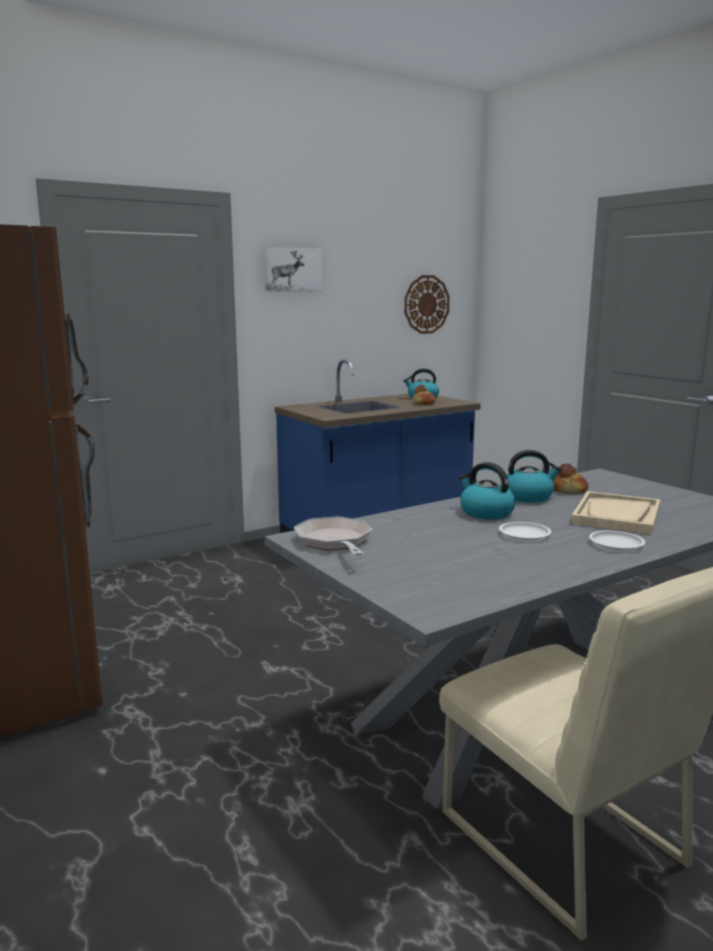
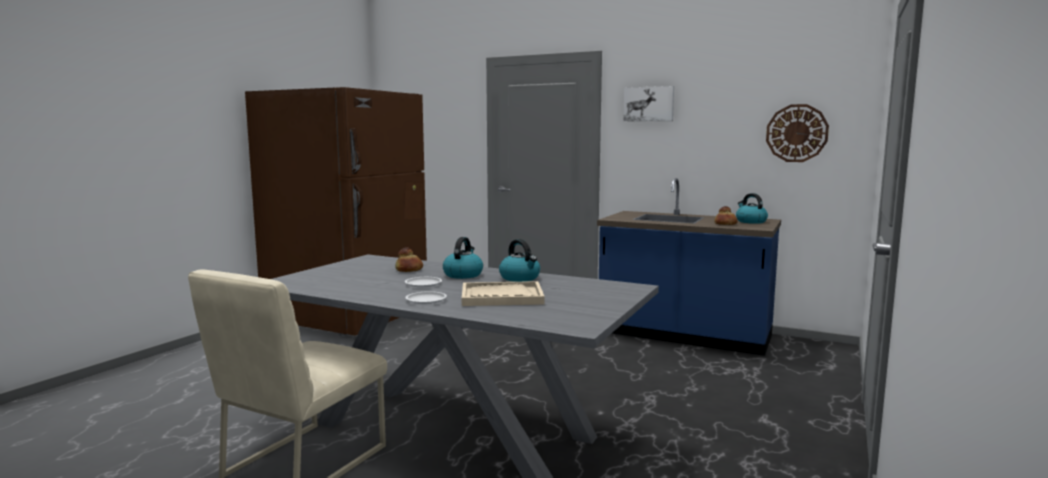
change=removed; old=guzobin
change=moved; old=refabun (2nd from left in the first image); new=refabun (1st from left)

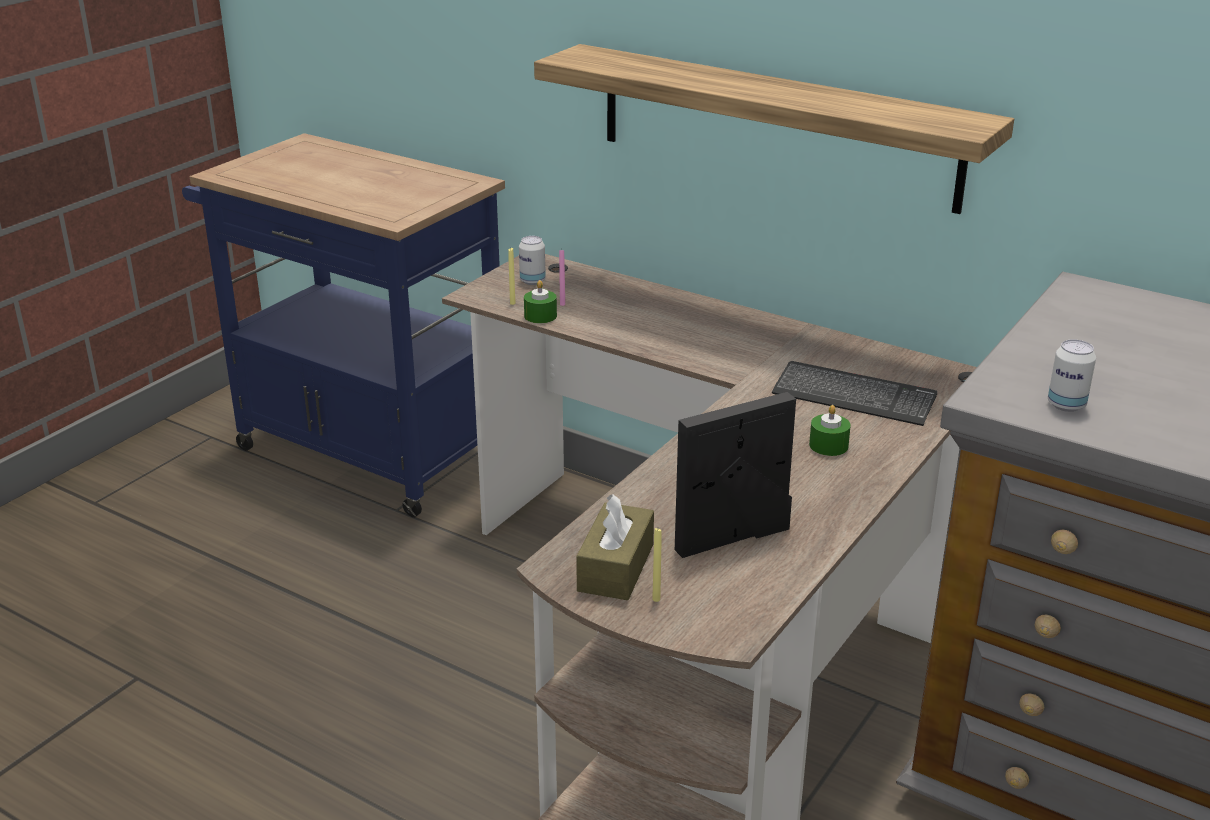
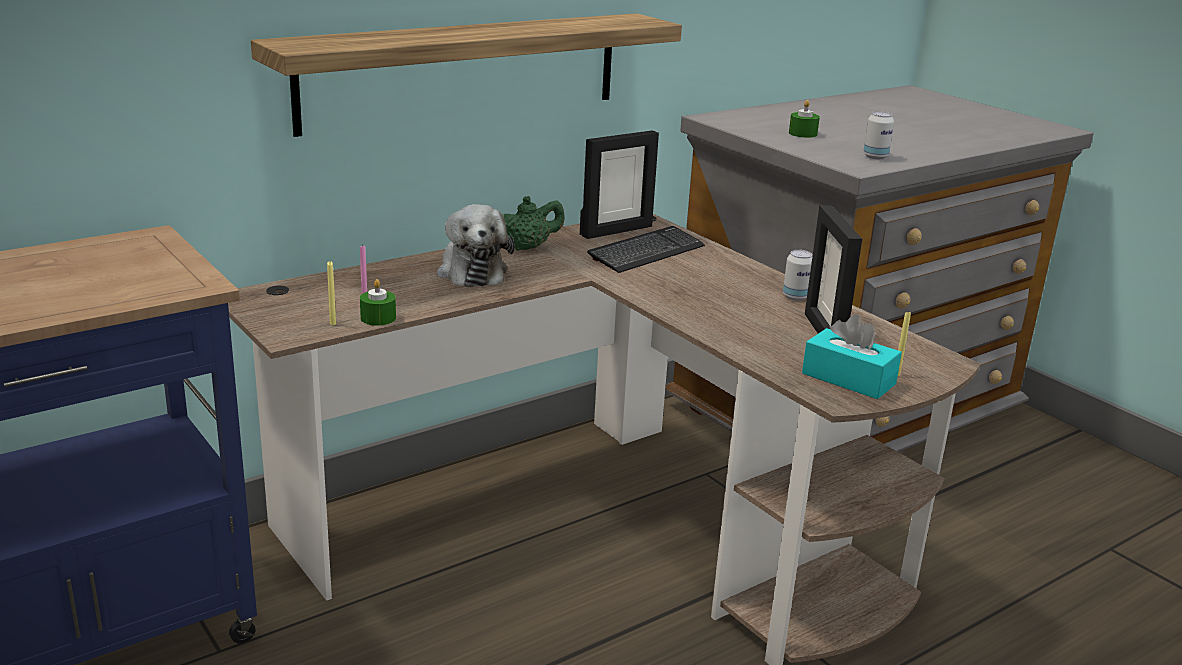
change=added; new=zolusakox
change=added; new=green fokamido
change=added; new=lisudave (1st from left)
change=moved; old=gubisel (1st from left)
change=moved; old=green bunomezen (2nd from left)
change=recoloured; old=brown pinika; new=turquoise pinika

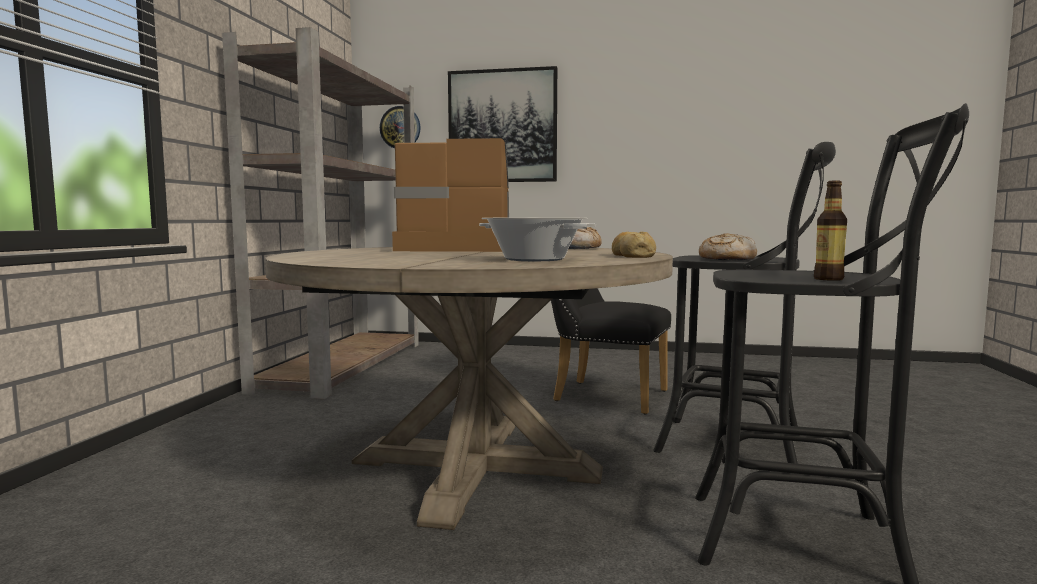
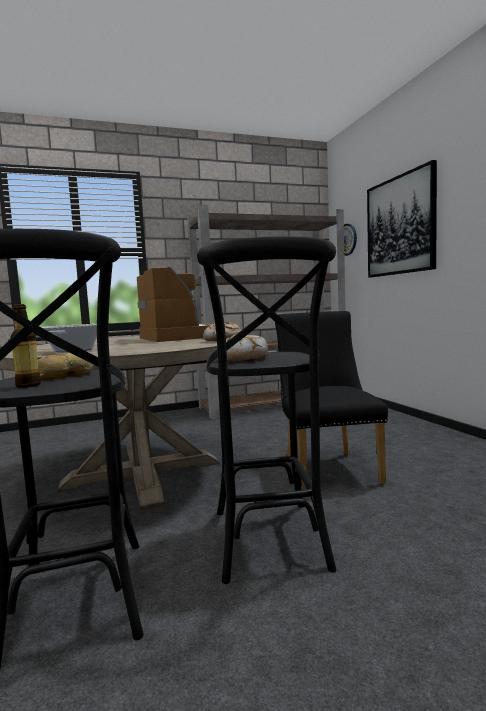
change=moved; old=refabun (2nd from left in the first image); new=refabun (1st from left)

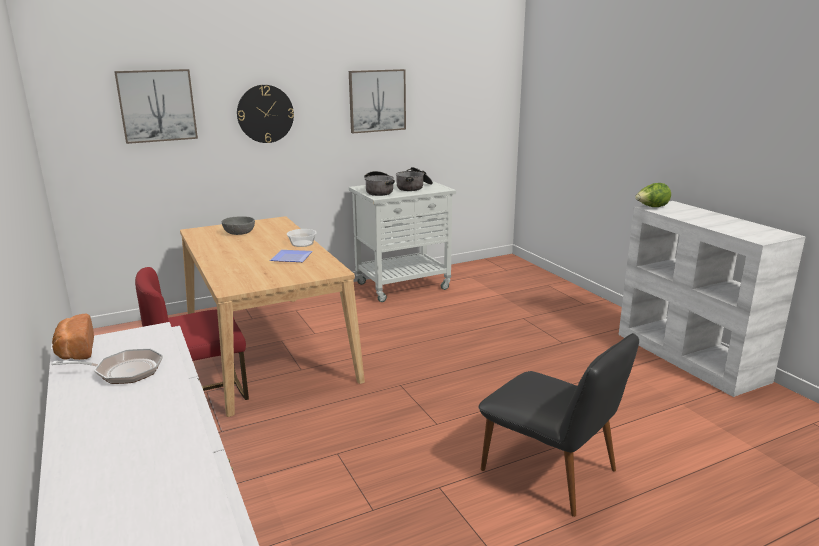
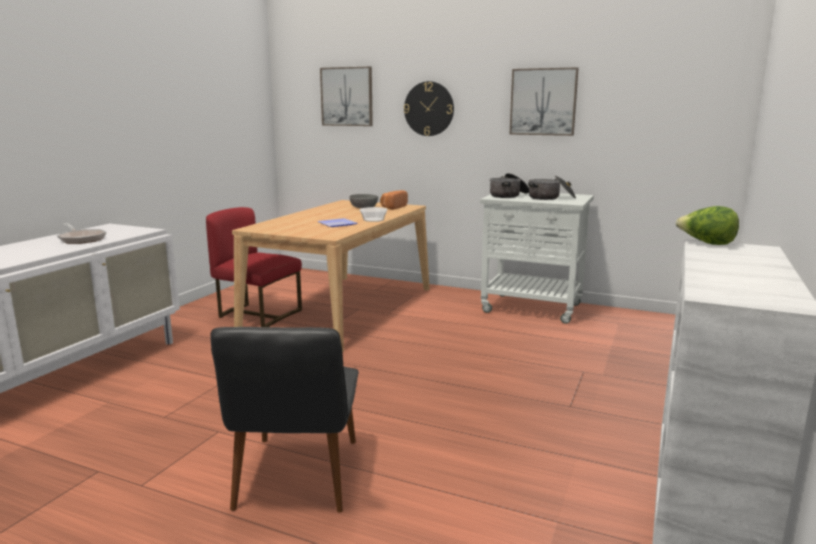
change=moved; old=refabun

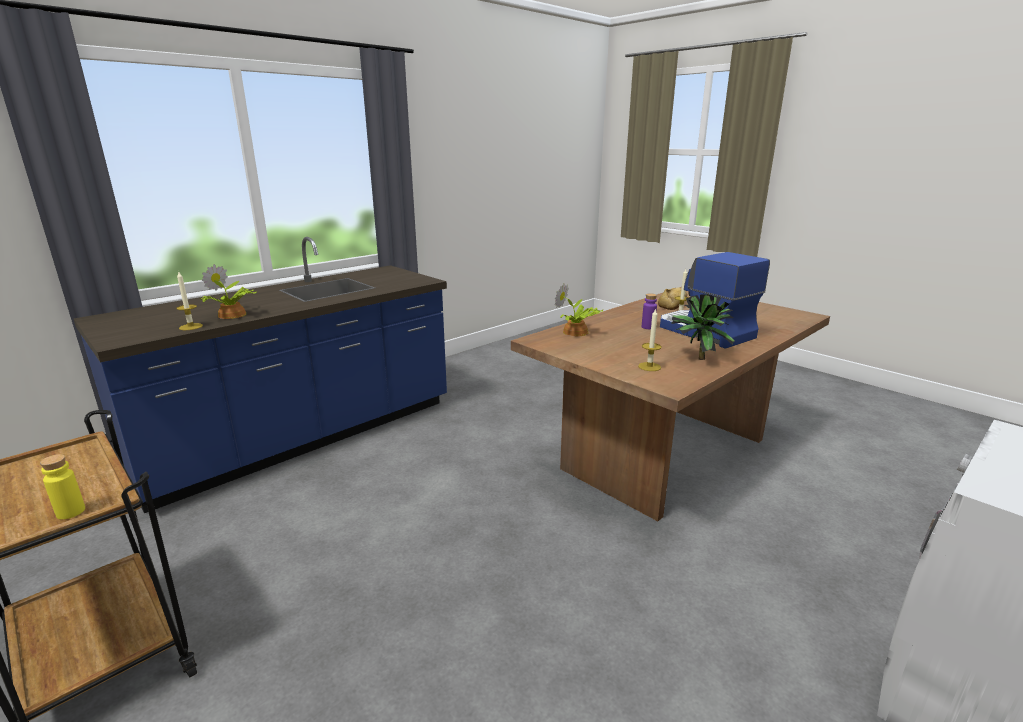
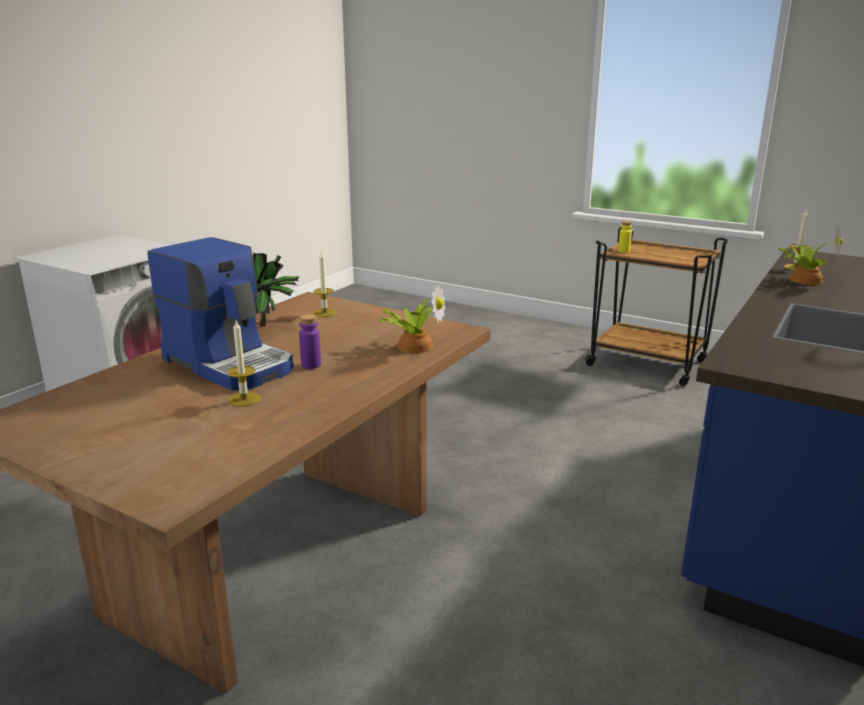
change=removed; old=refabun

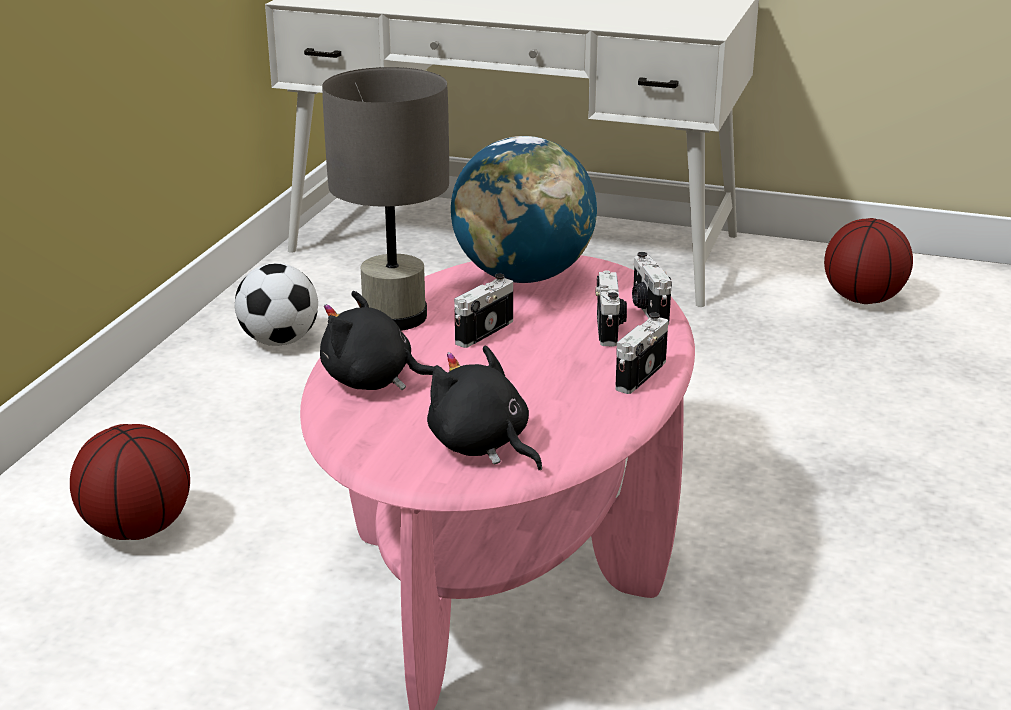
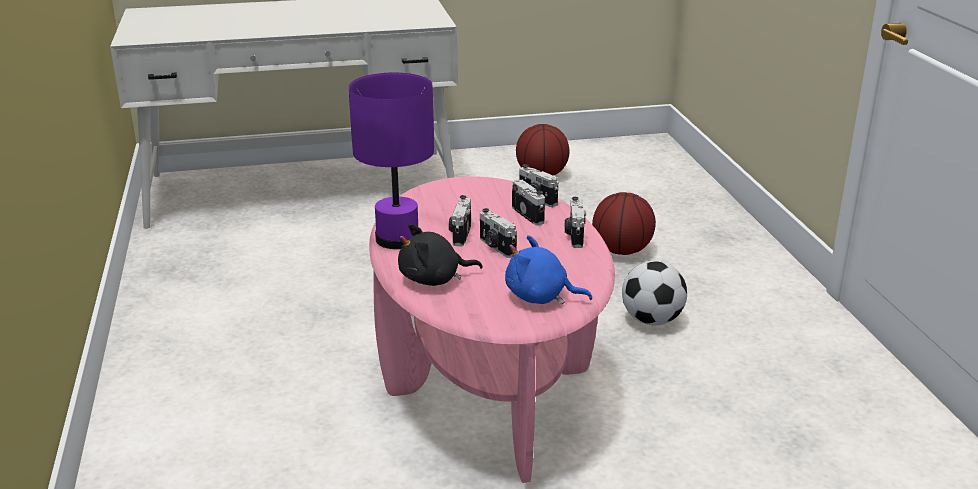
change=removed; old=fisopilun
change=added; new=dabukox (2nd from left)
change=moved; old=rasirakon (1st from left in the first image); new=rasirakon (2nd from left)
change=moved; old=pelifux
change=recoloured; old=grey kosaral; new=purple kosaral
change=recoloured; old=black zolusakox (2nd from left); new=blue zolusakox

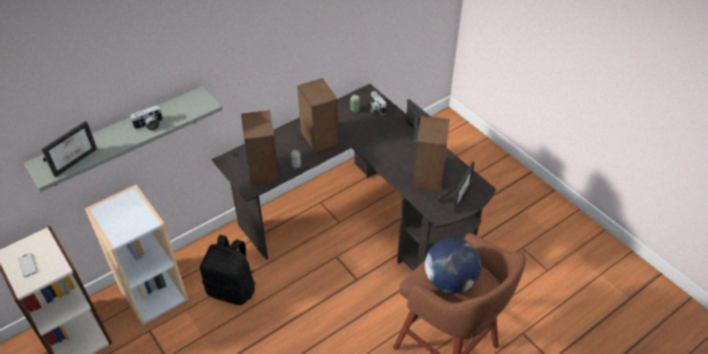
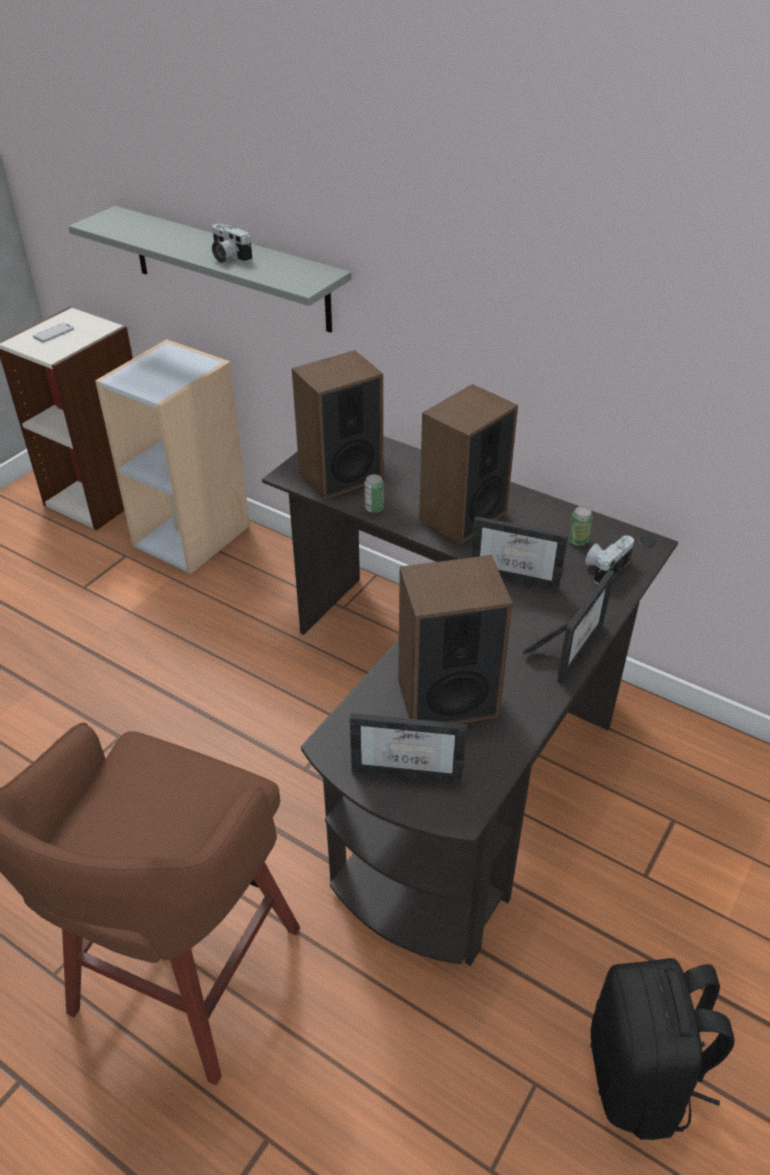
change=removed; old=fisopilun
change=moved; old=lisudave (1st from left in the first image); new=lisudave (2nd from left)
change=moved; old=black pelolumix

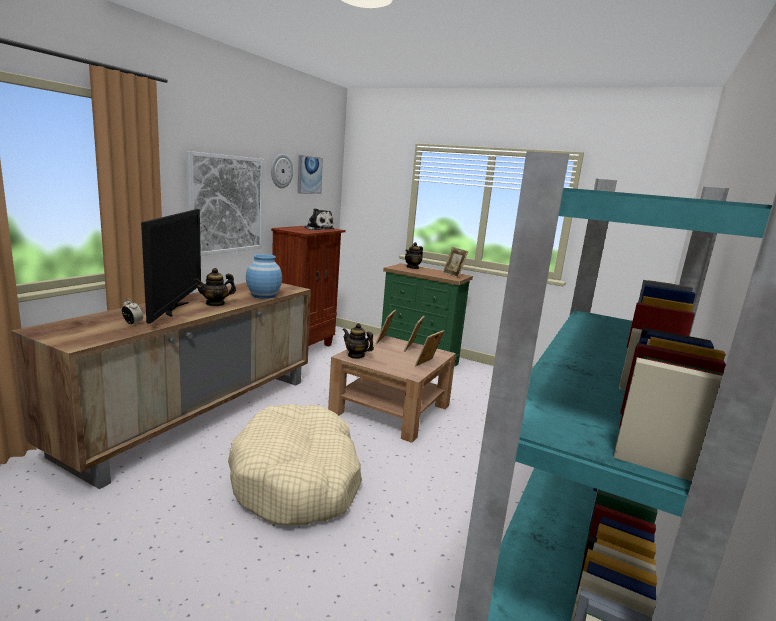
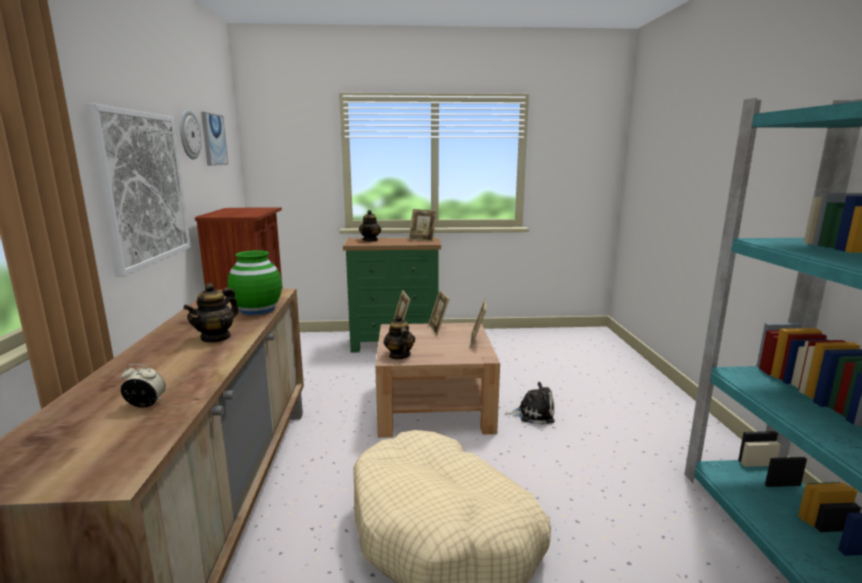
change=removed; old=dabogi
change=moved; old=zolusakox
change=recoloured; old=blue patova; new=green patova
change=turned; old=fokamido (2nd from left in the first image); degrees=75

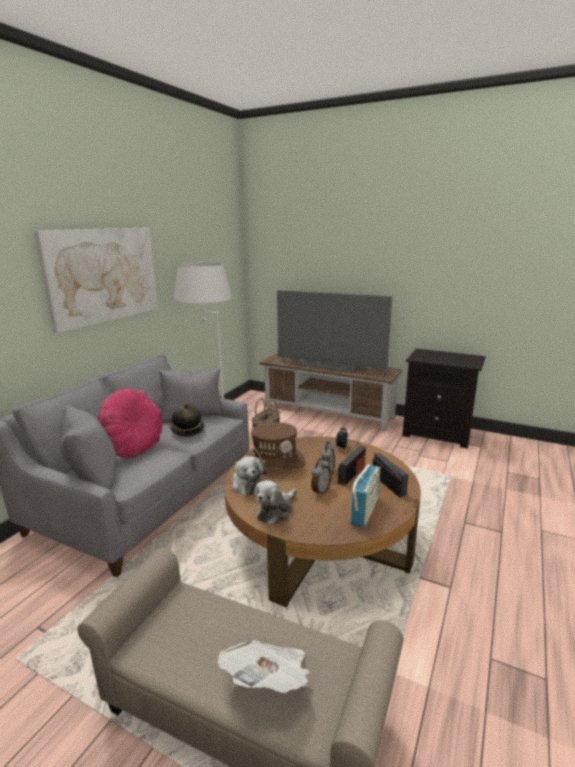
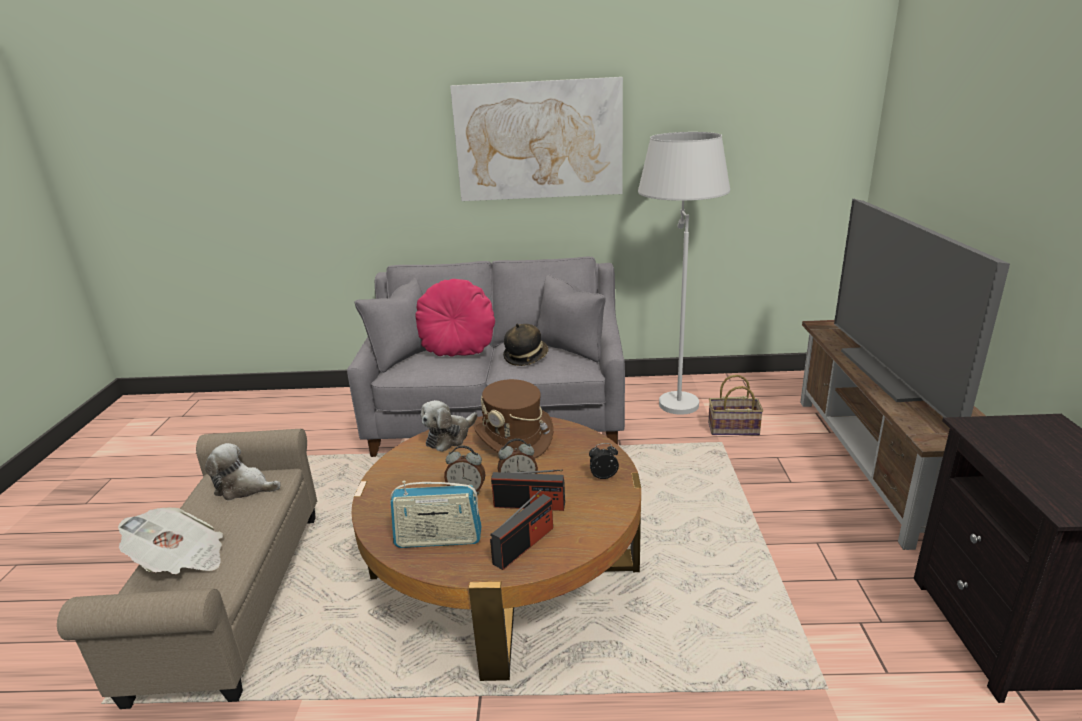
change=moved; old=zolusakox (2nd from left in the first image); new=zolusakox (1st from left)

